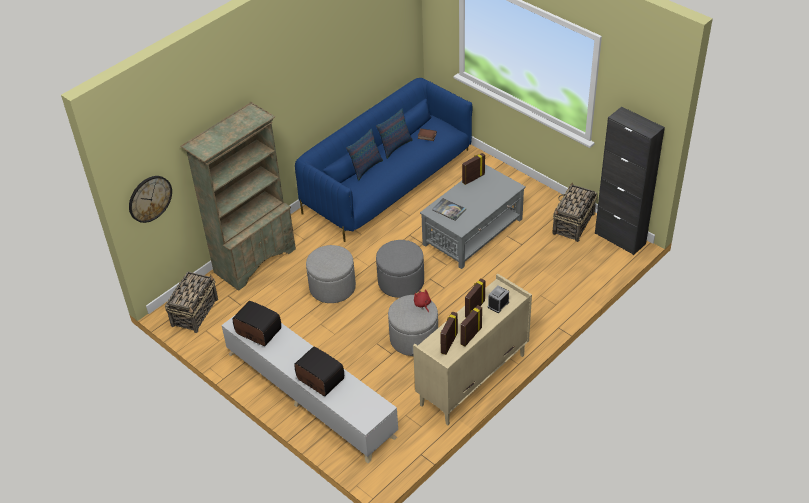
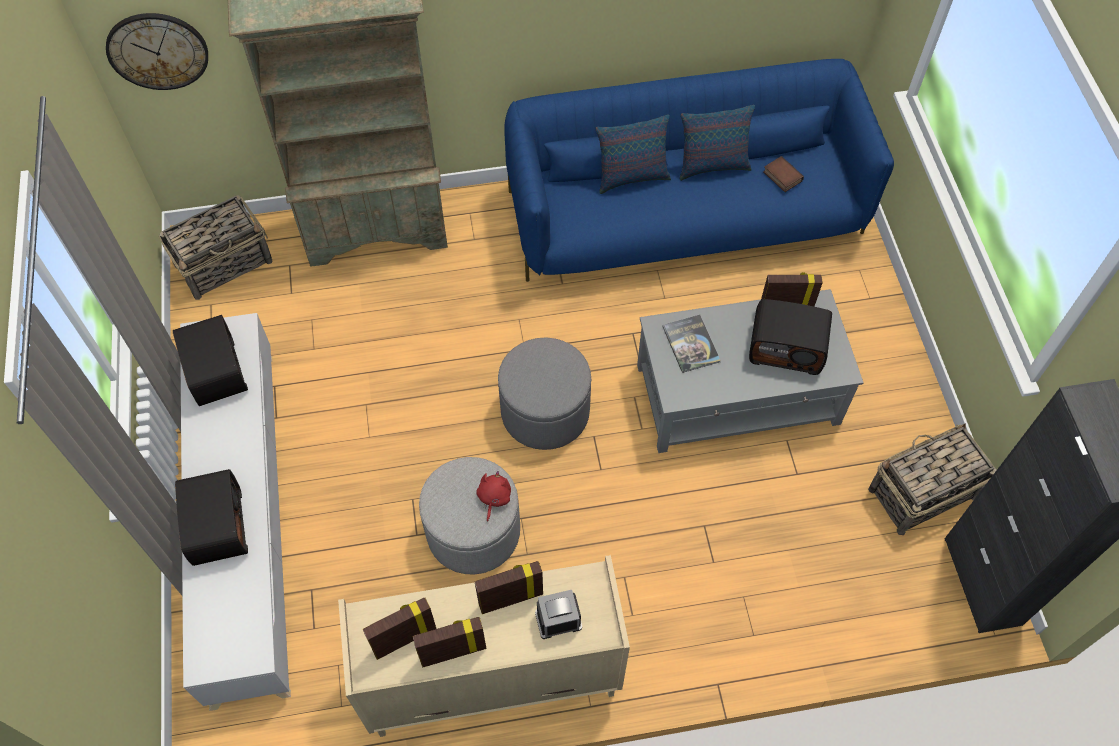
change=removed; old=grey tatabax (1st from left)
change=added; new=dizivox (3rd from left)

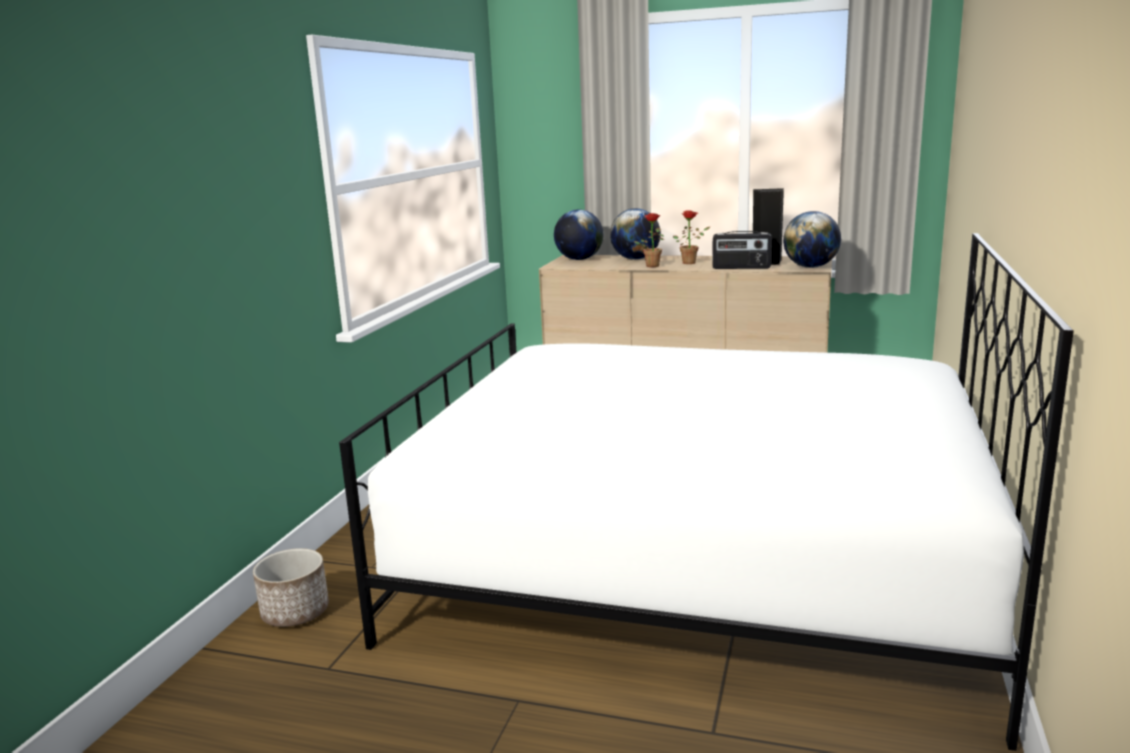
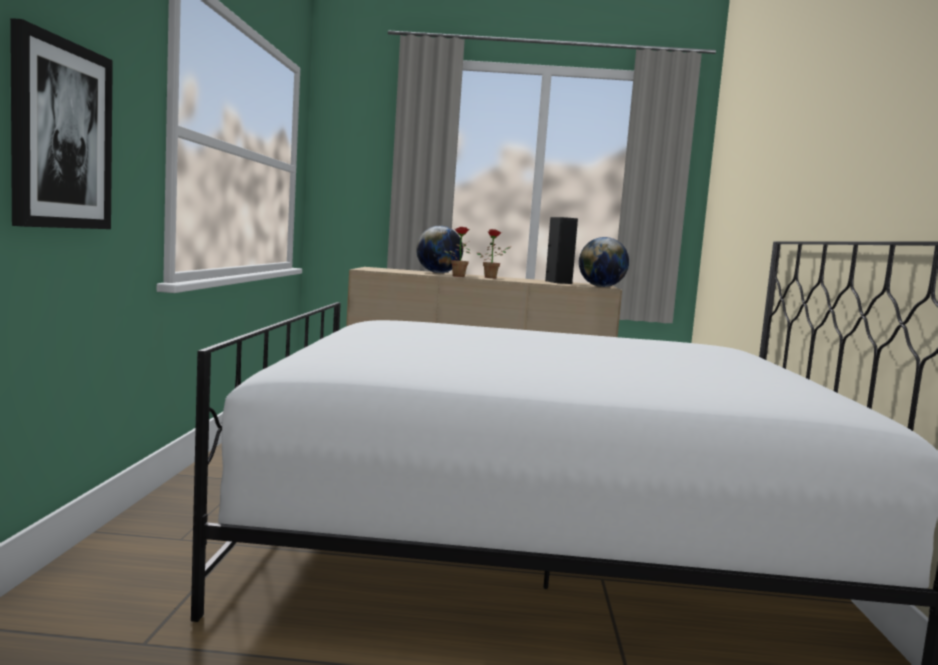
change=removed; old=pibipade
change=removed; old=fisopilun (1st from left)
change=removed; old=dizivox
change=added; new=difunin

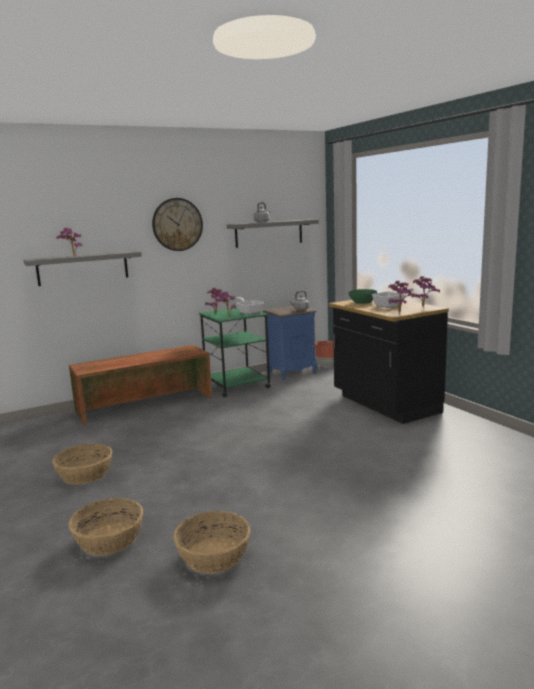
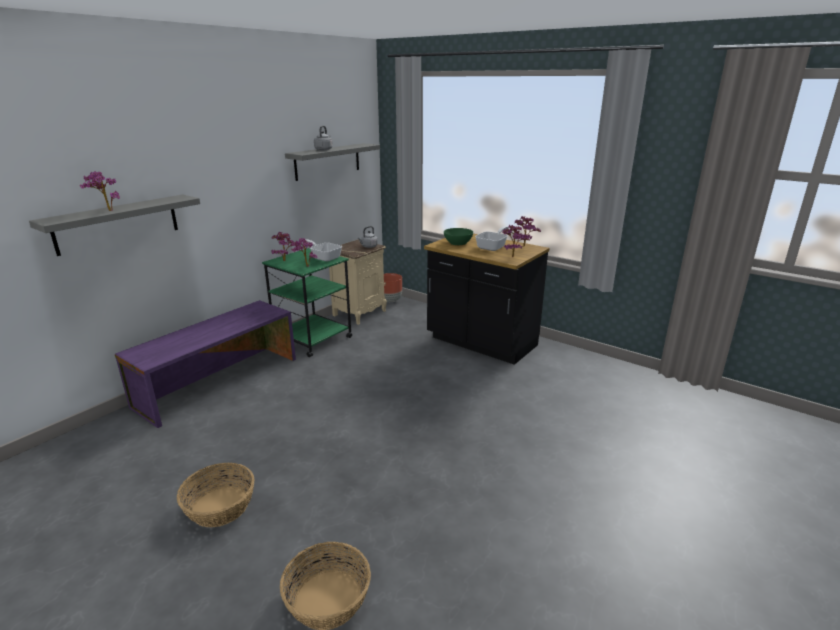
change=removed; old=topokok
change=removed; old=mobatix (3rd from left)
change=recoloured; old=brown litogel; new=purple litogel
change=recoloured; old=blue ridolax; new=beige ridolax

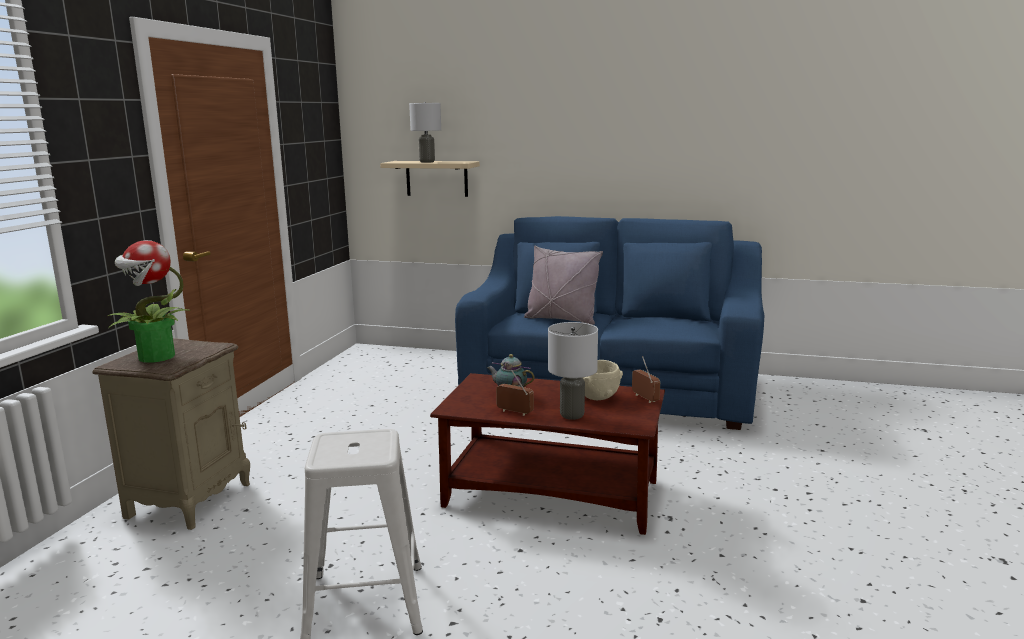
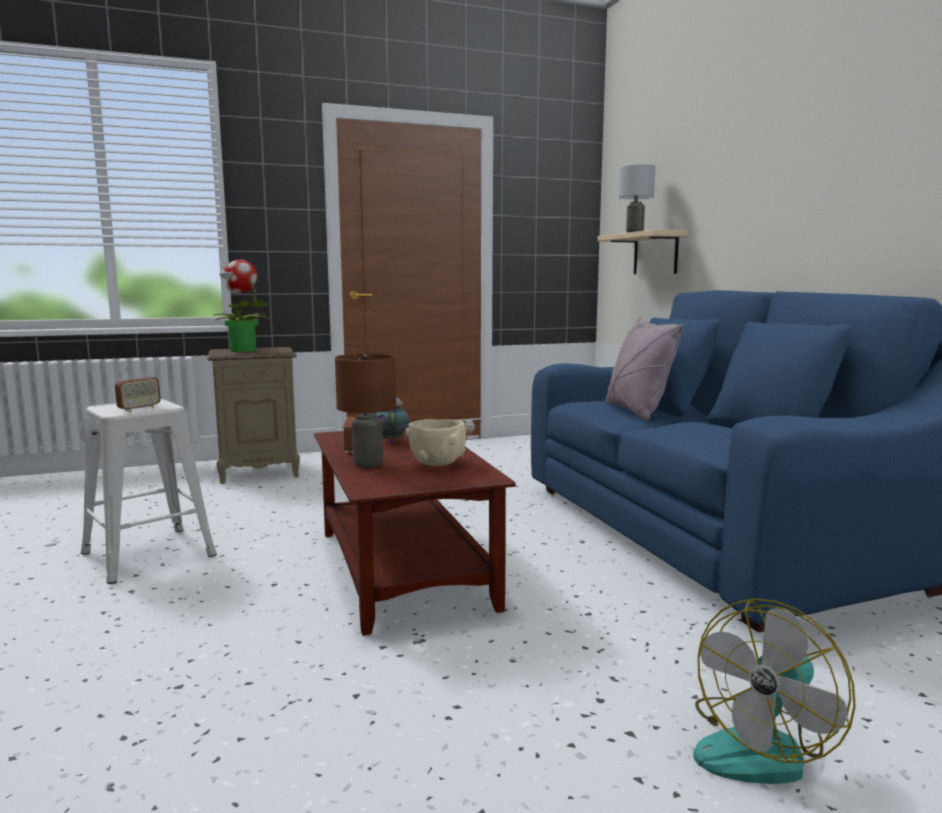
change=added; new=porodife
change=moved; old=dizivox (2nd from left in the first image); new=dizivox (1st from left)
change=recoloured; old=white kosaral (2nd from left); new=brown kosaral

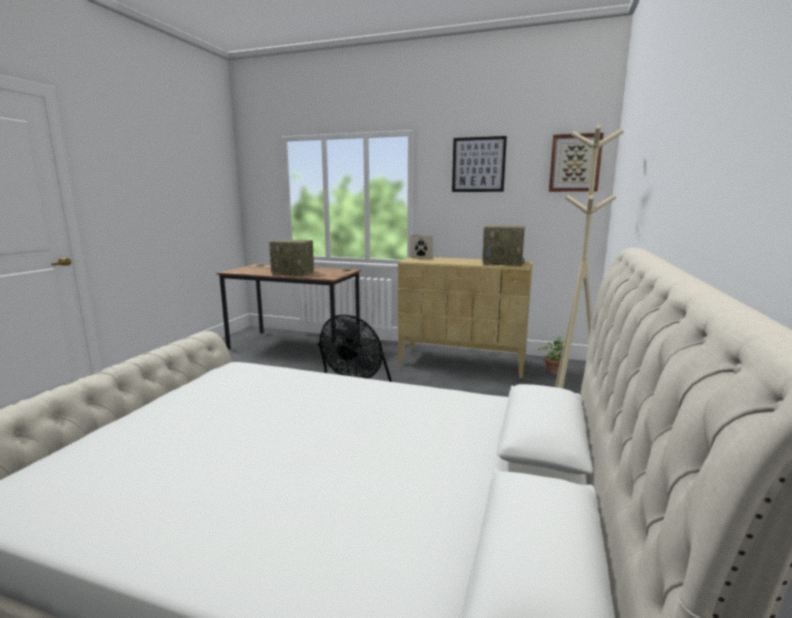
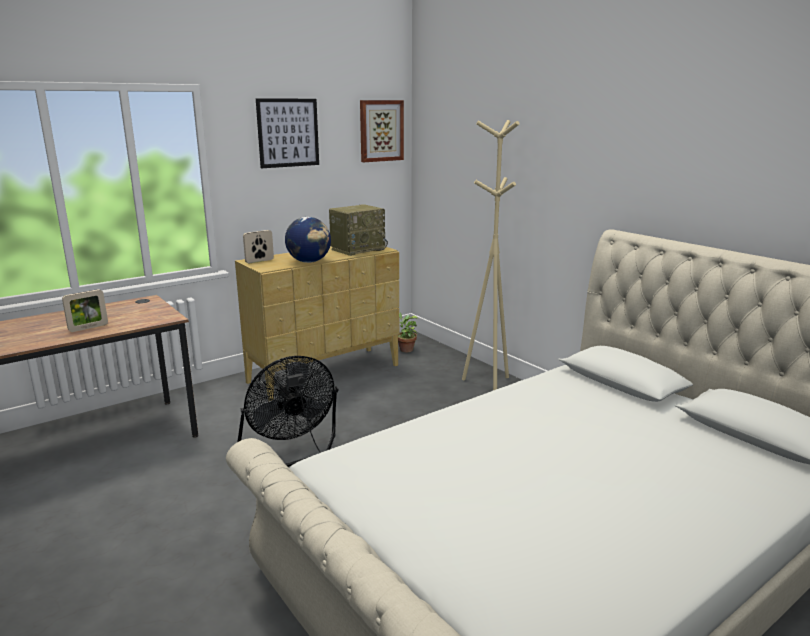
change=added; new=fisopilun
change=replaced; old=dizivox (1st from left); new=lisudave (1st from left)

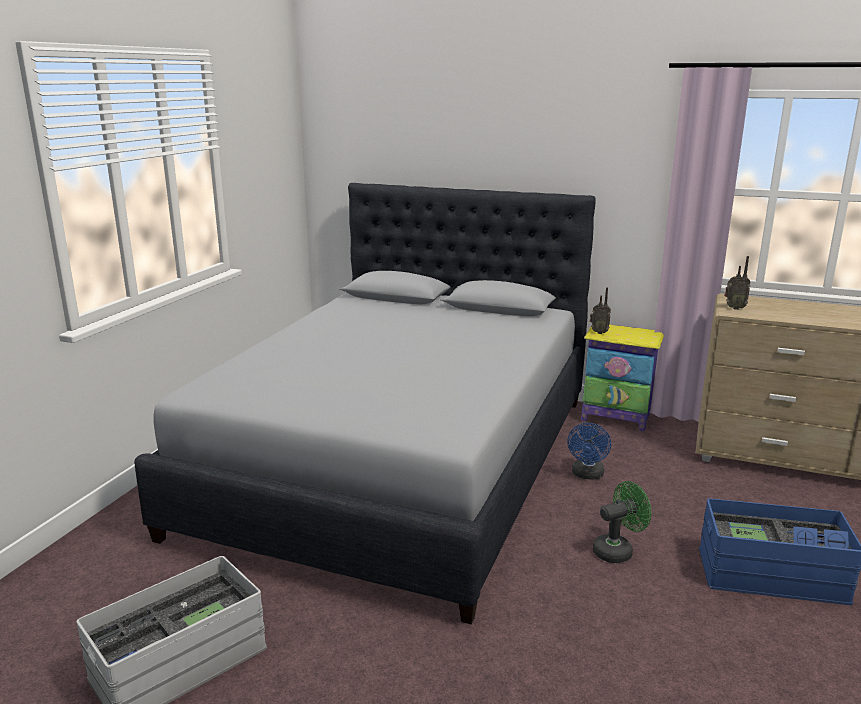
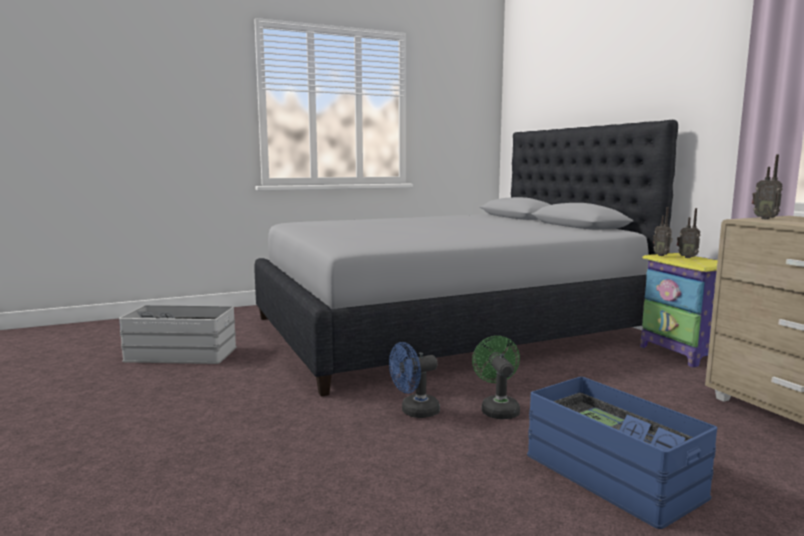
change=added; new=dizivox (2nd from left)
change=moved; old=blue porodife
change=turned; old=green porodife; degrees=-120

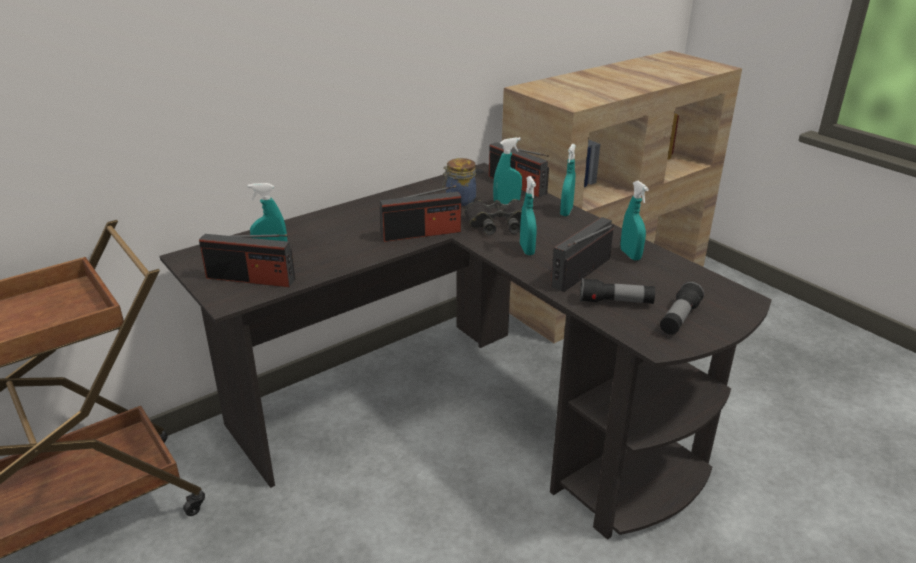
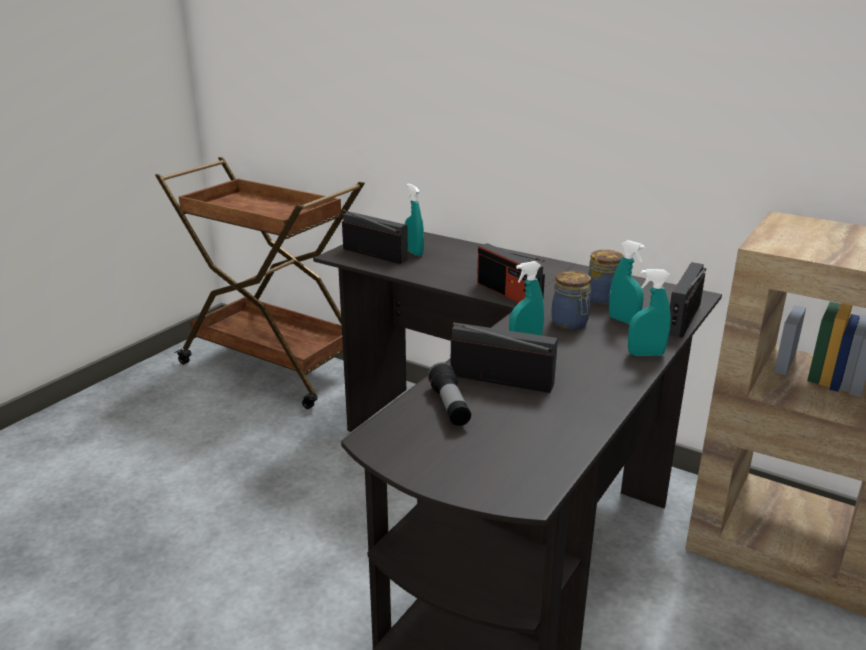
change=removed; old=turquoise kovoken (5th from left)
change=removed; old=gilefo (2nd from left)
change=replaced; old=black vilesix; new=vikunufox (1st from left)
change=turned; old=dizivox (1st from left); degrees=135

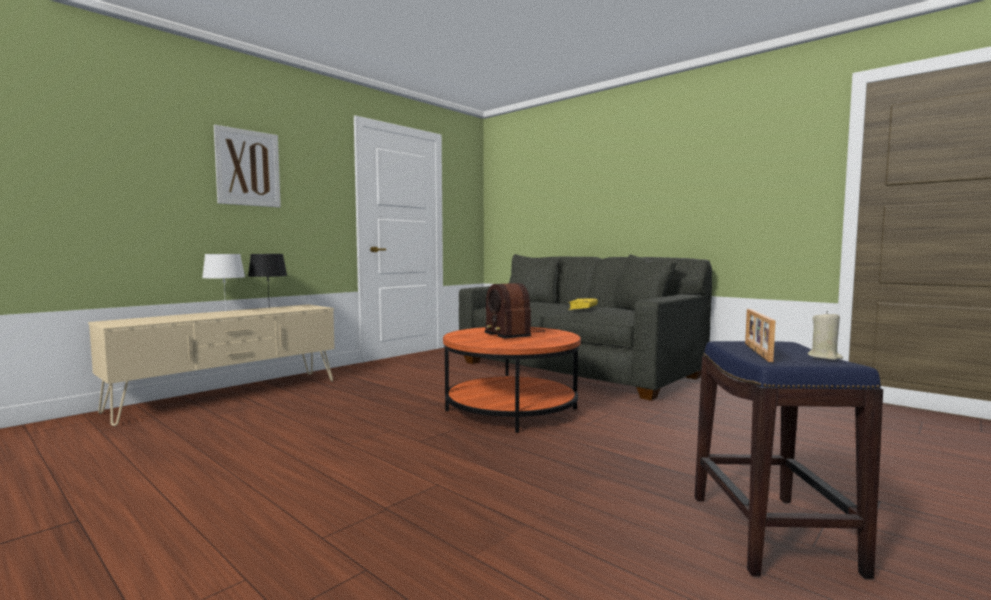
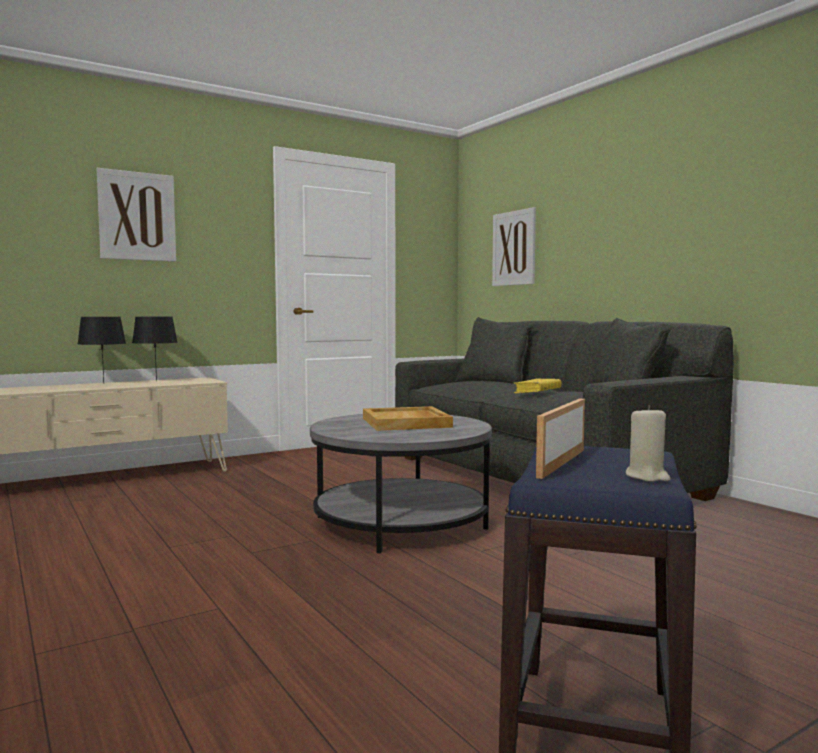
change=added; new=difunin (2nd from left)
change=replaced; old=dizivox; new=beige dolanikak
change=recoloured; old=white kosaral; new=black kosaral (1st from left)
change=recoloured; old=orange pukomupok; new=grey pukomupok

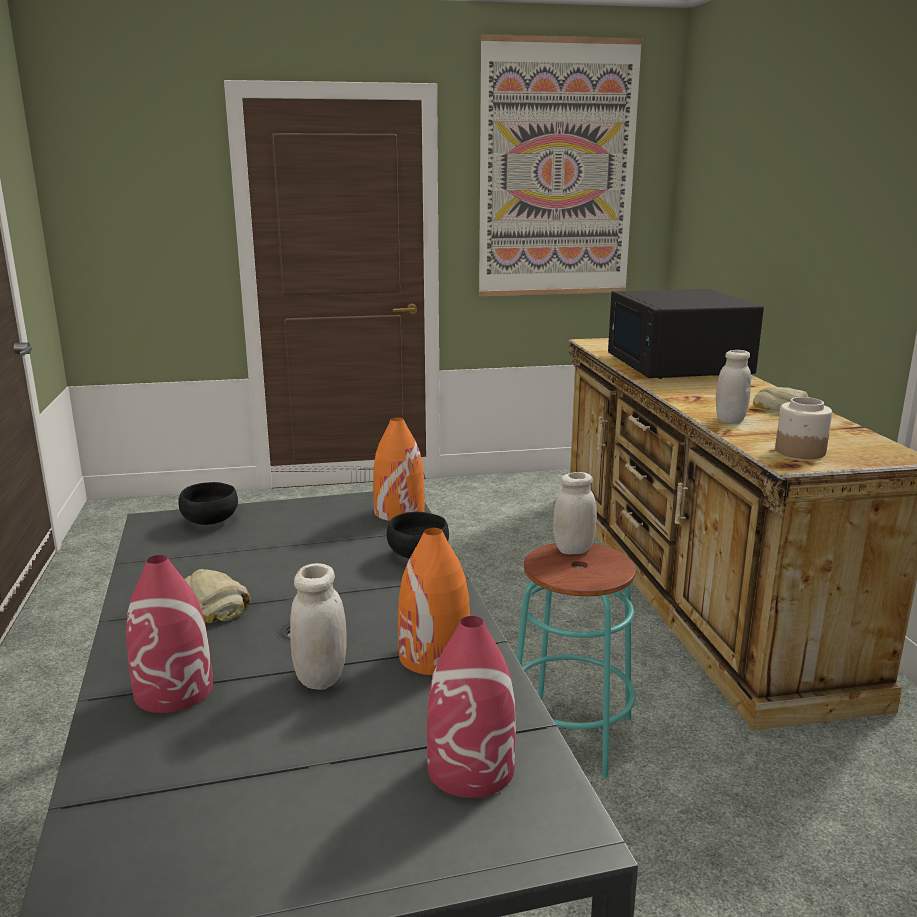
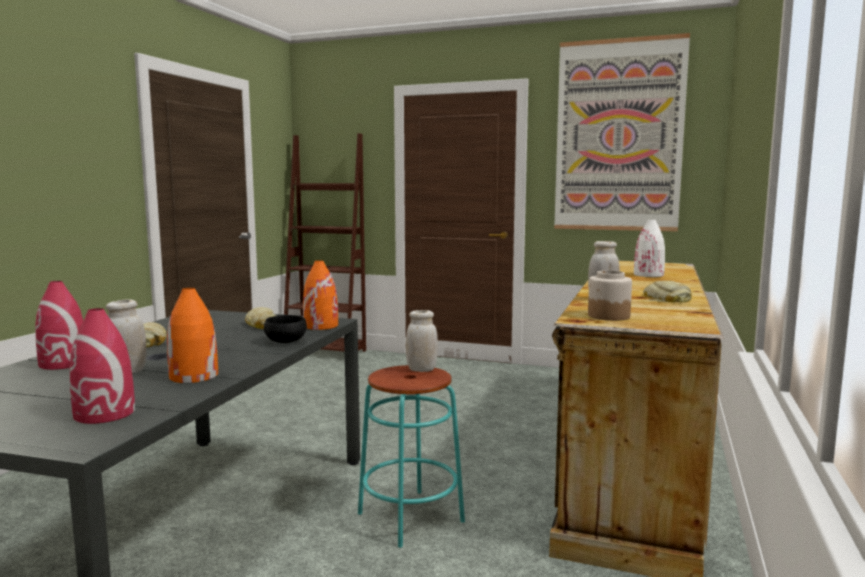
change=removed; old=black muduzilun (1st from left)
change=added; new=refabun (2nd from left)
change=added; new=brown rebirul
change=replaced; old=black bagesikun; new=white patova

